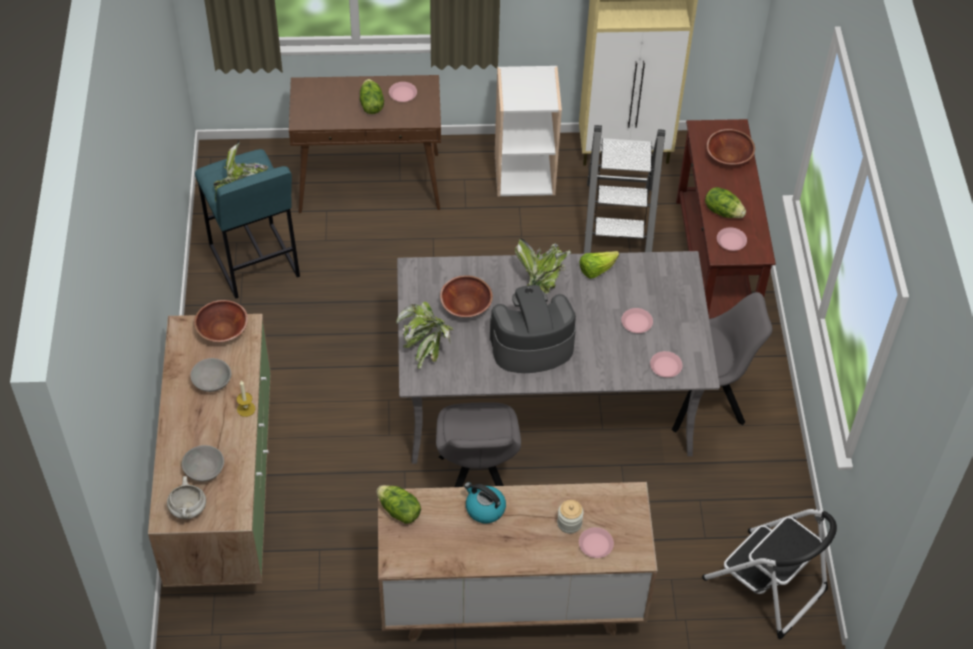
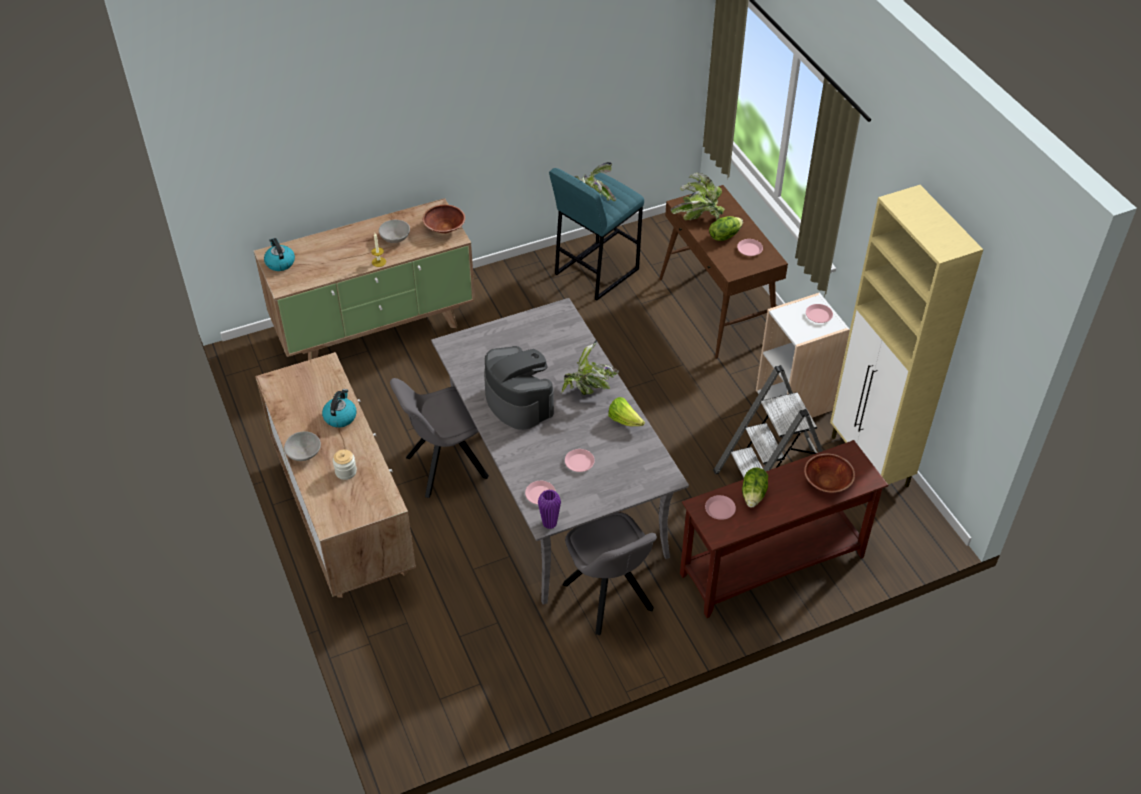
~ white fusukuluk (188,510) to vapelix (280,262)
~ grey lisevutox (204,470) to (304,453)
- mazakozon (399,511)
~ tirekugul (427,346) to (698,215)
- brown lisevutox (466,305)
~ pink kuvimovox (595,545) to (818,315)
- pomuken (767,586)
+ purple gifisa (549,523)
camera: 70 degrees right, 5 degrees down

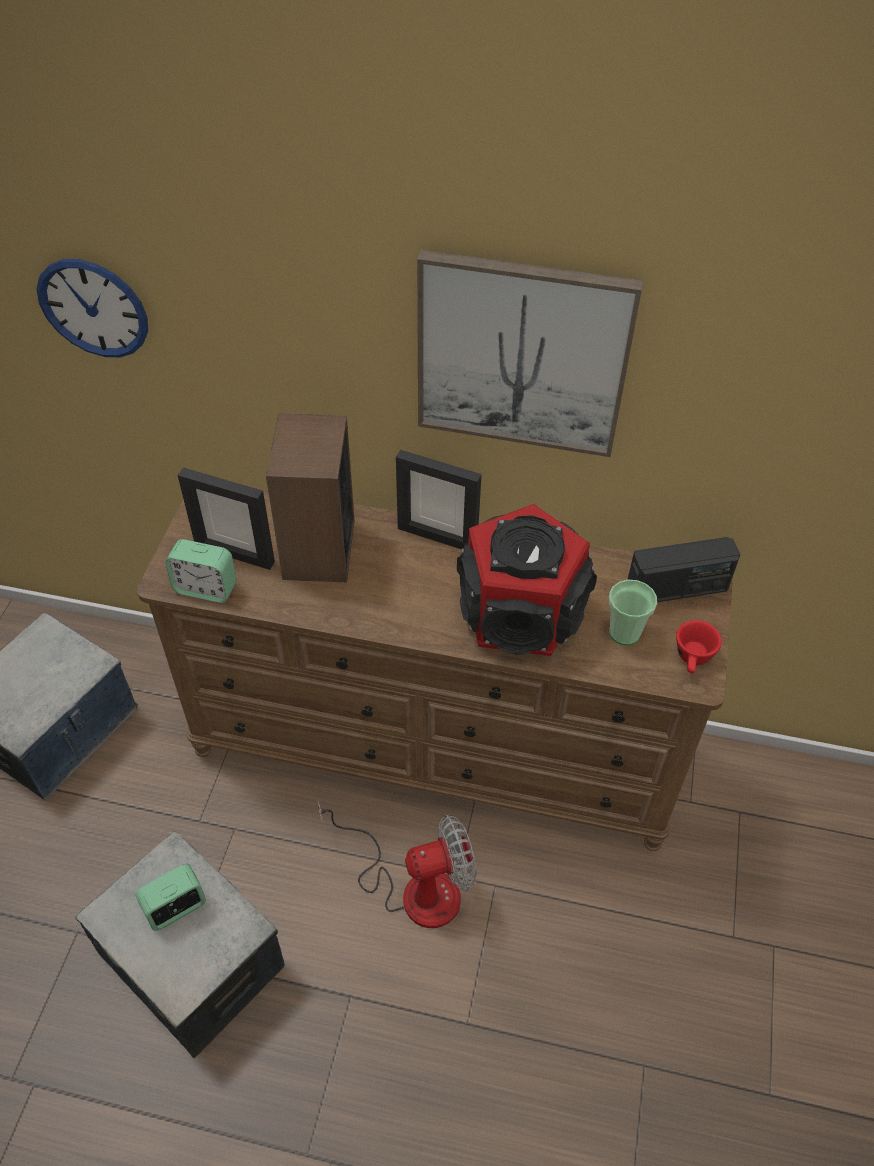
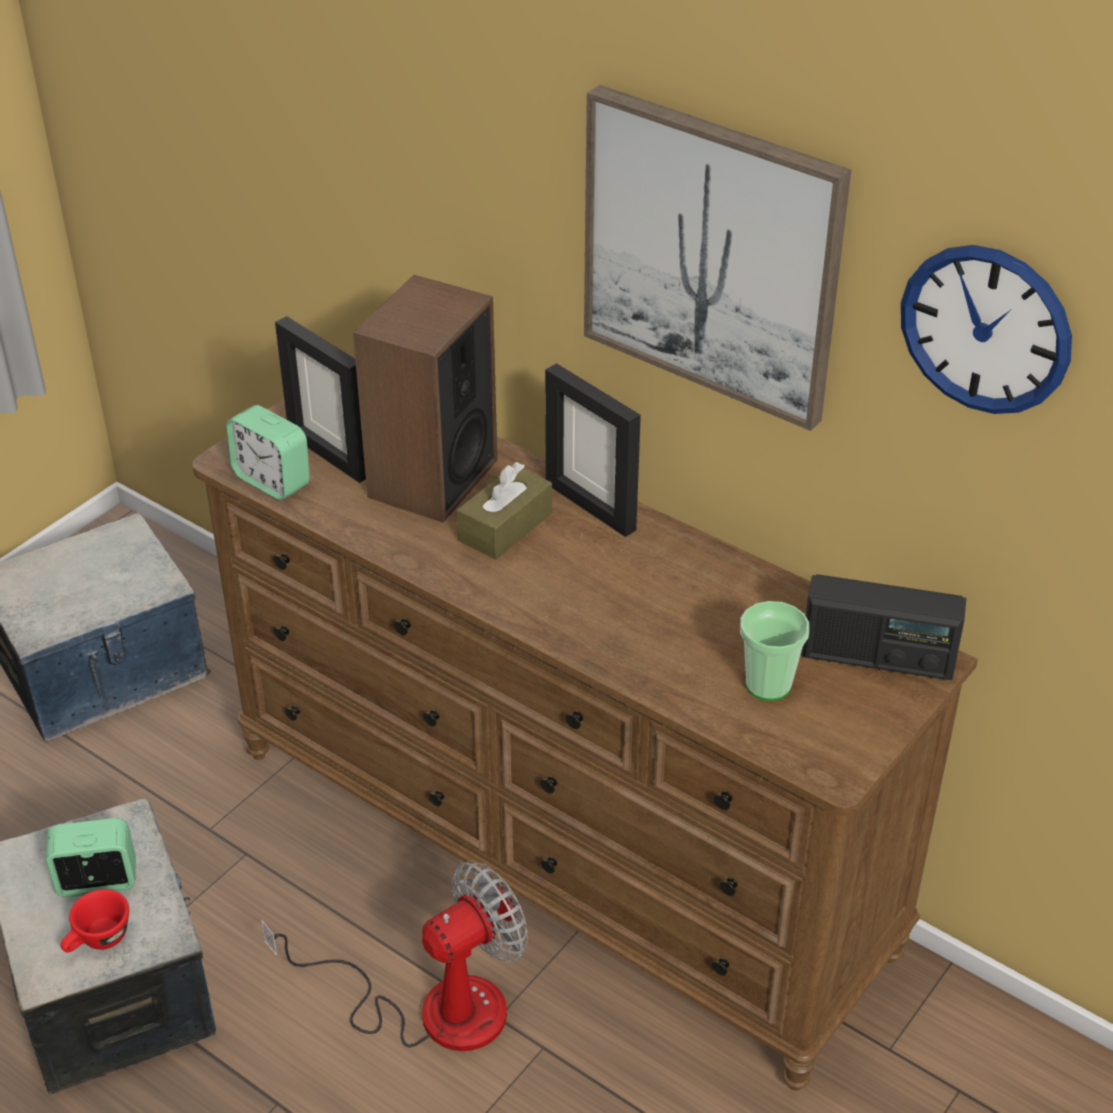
~ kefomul (93,308) to (985,329)
~ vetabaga (413,887) = (432,1007) 45 degrees counterclockwise
- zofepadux (521,613)
~ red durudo (693,659) to (98,941)
+ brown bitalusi (505,527)
camera: 25 degrees right, 10 degrees down

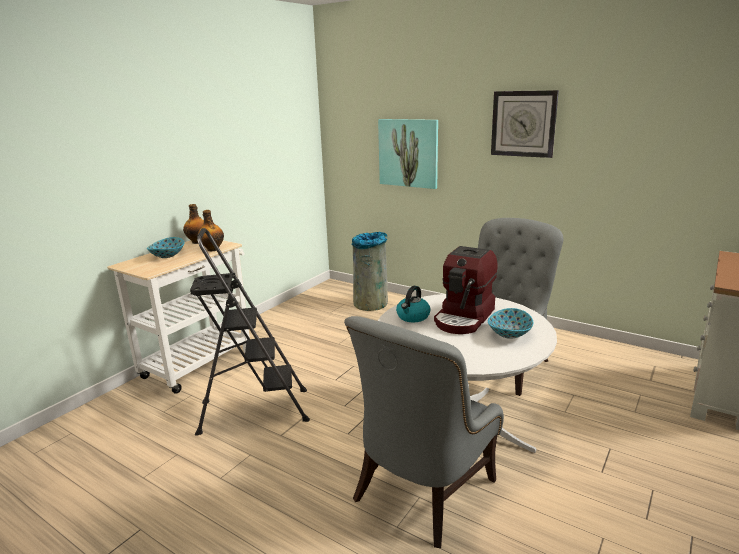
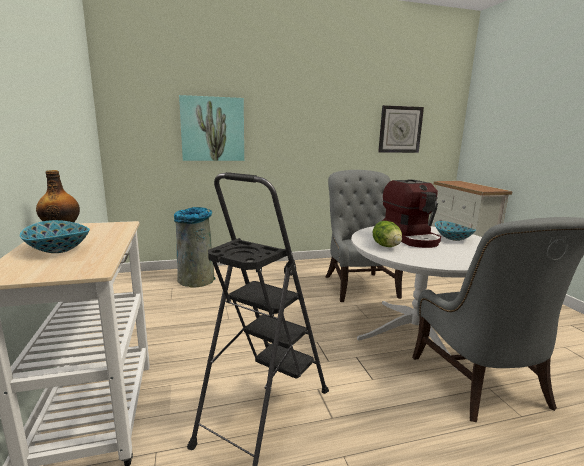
- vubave (212,249)
~ vapelix (413,317) to mazakozon (386,246)
~ kefomul (523,123) to (400,129)
camera: 50 degrees left, 5 degrees down

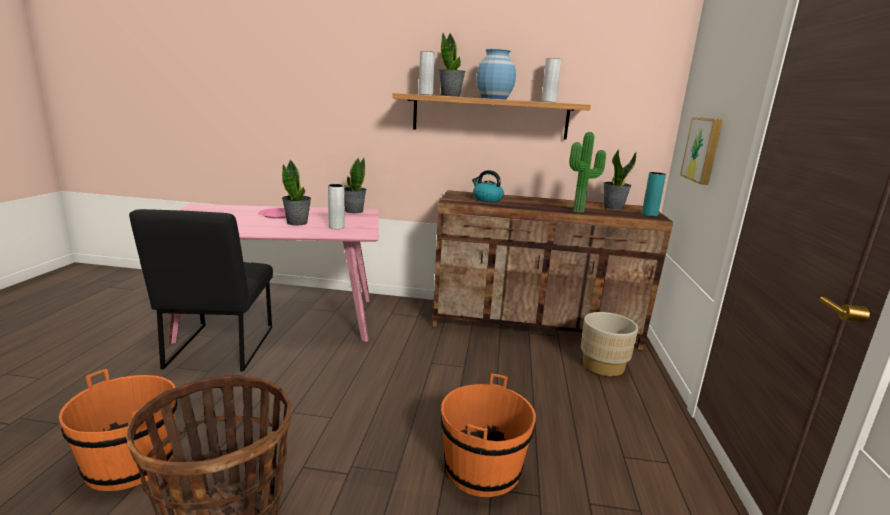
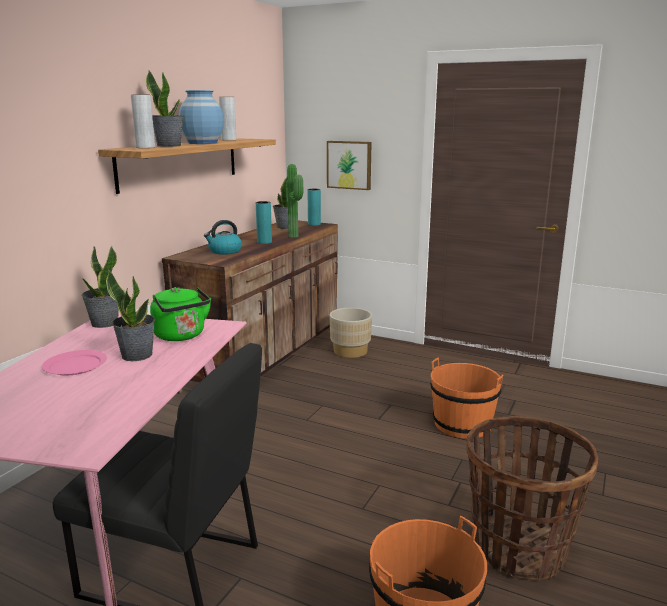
~ grey gifisa (336,227) to green vapelix (181,336)
+ turquoise gifisa (264,242)
camera: 70 degrees left, 0 degrees up

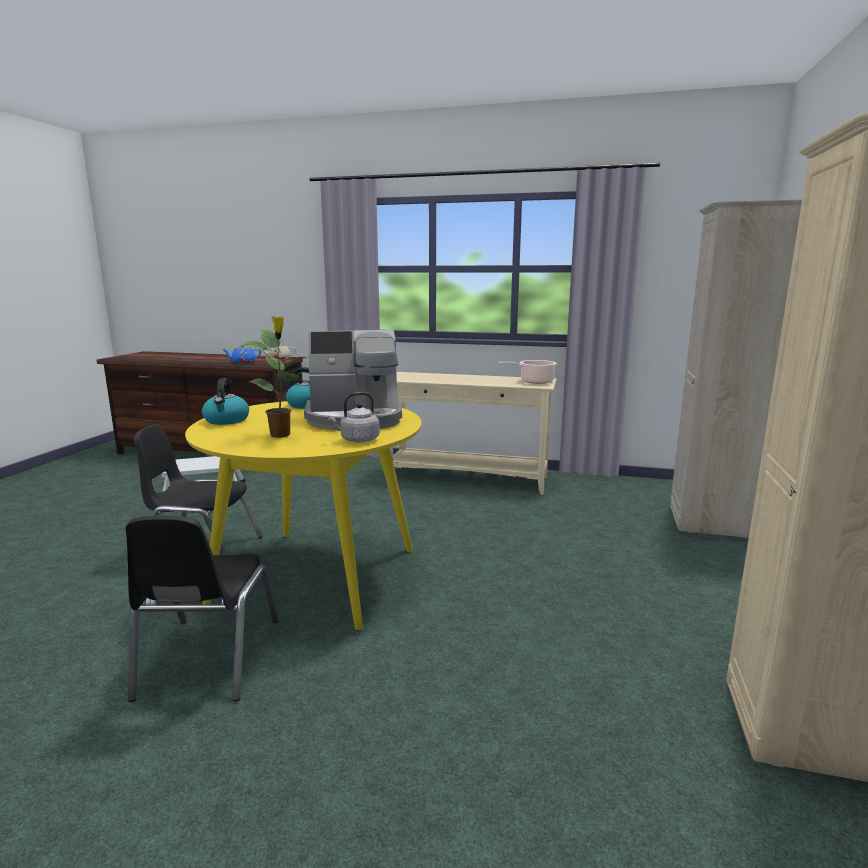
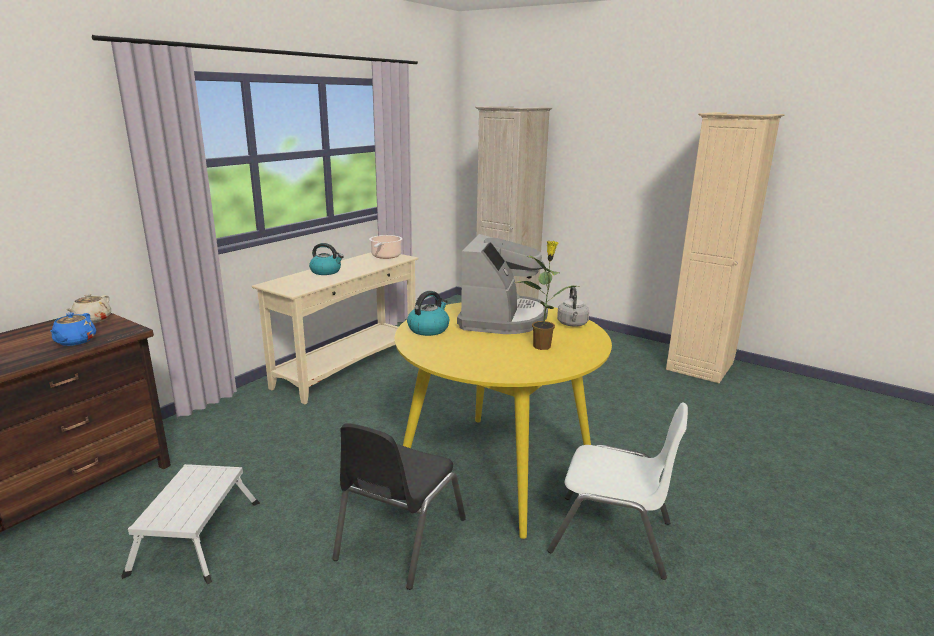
~ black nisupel (208,658) to white nisupel (611,537)
~ vapelix (226,420) to (326,271)
camera: 70 degrees left, 5 degrees up

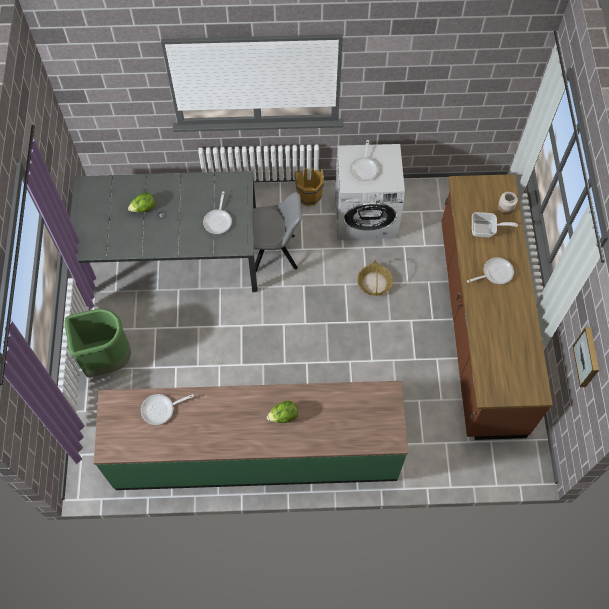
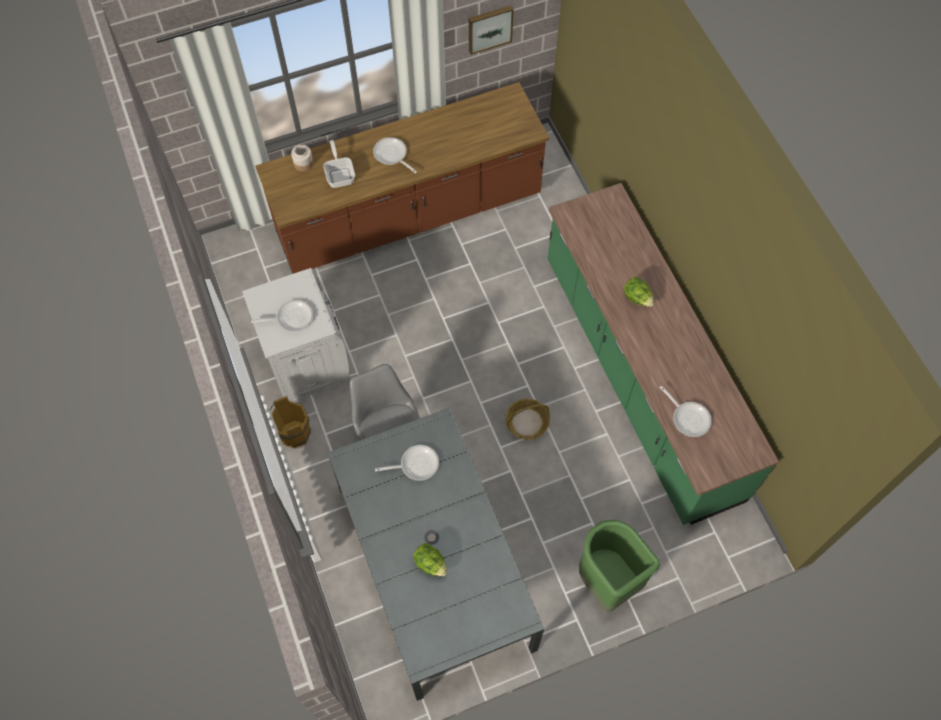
~ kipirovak (374,283) to (527,422)
camera: 110 degrees left, 0 degrees up

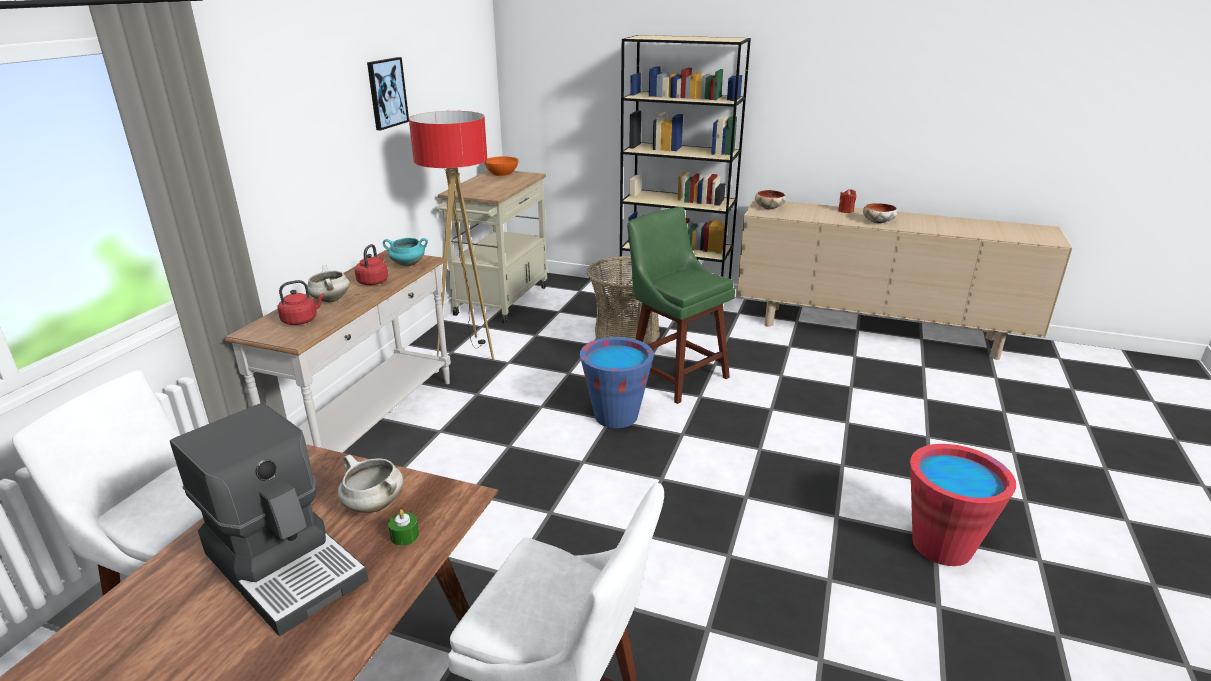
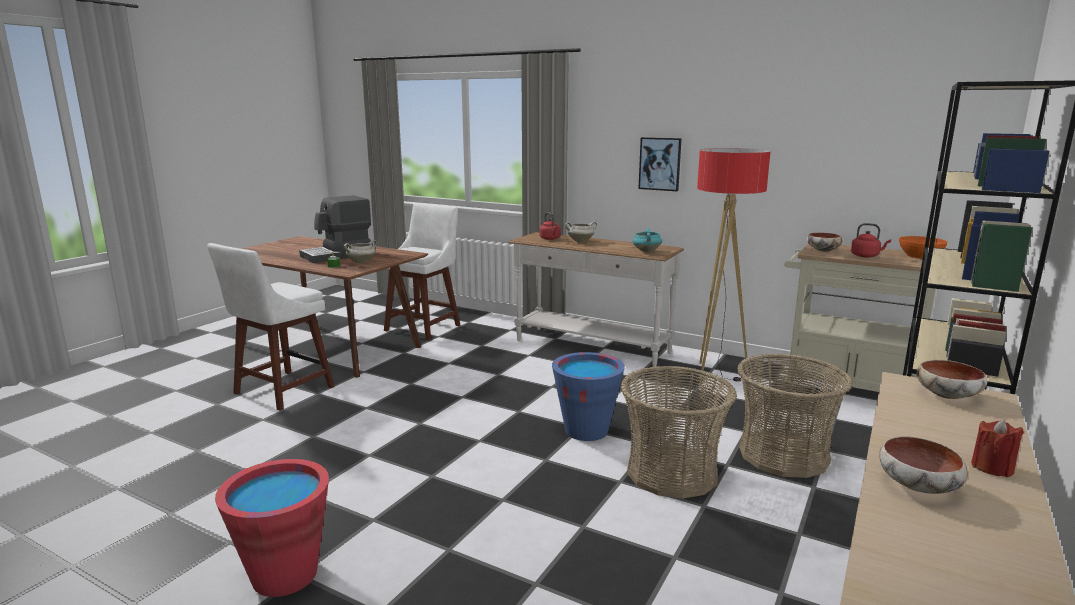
~ red vapelix (373,281) to (866,256)
~ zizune (386,93) to (660,164)
~ green nisupel (675,375) to kipirovak (672,472)
+ lisevutox (823,250)
camera: 100 degrees right, 10 degrees down

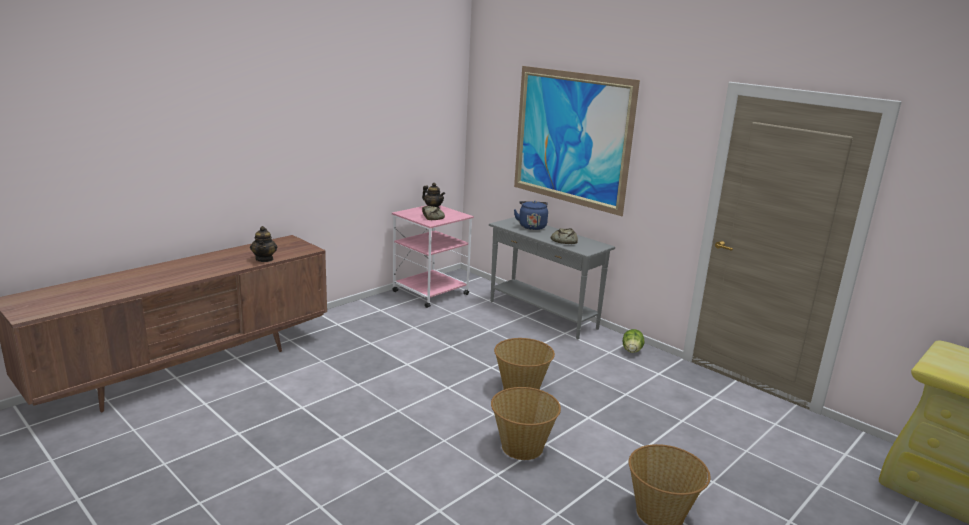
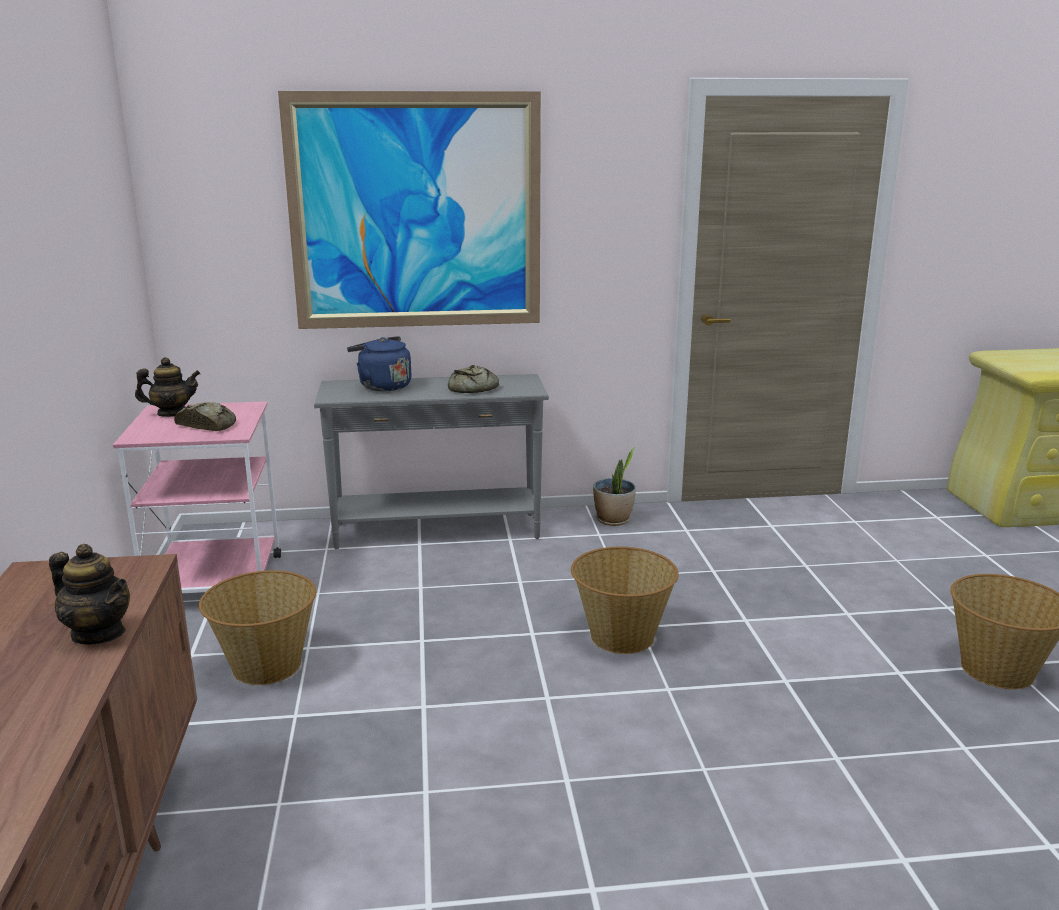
~ kipirovak (522,446) to (266,665)
~ mazakozon (632,351) to tirekugul (613,520)
camera: 50 degrees left, 0 degrees up

